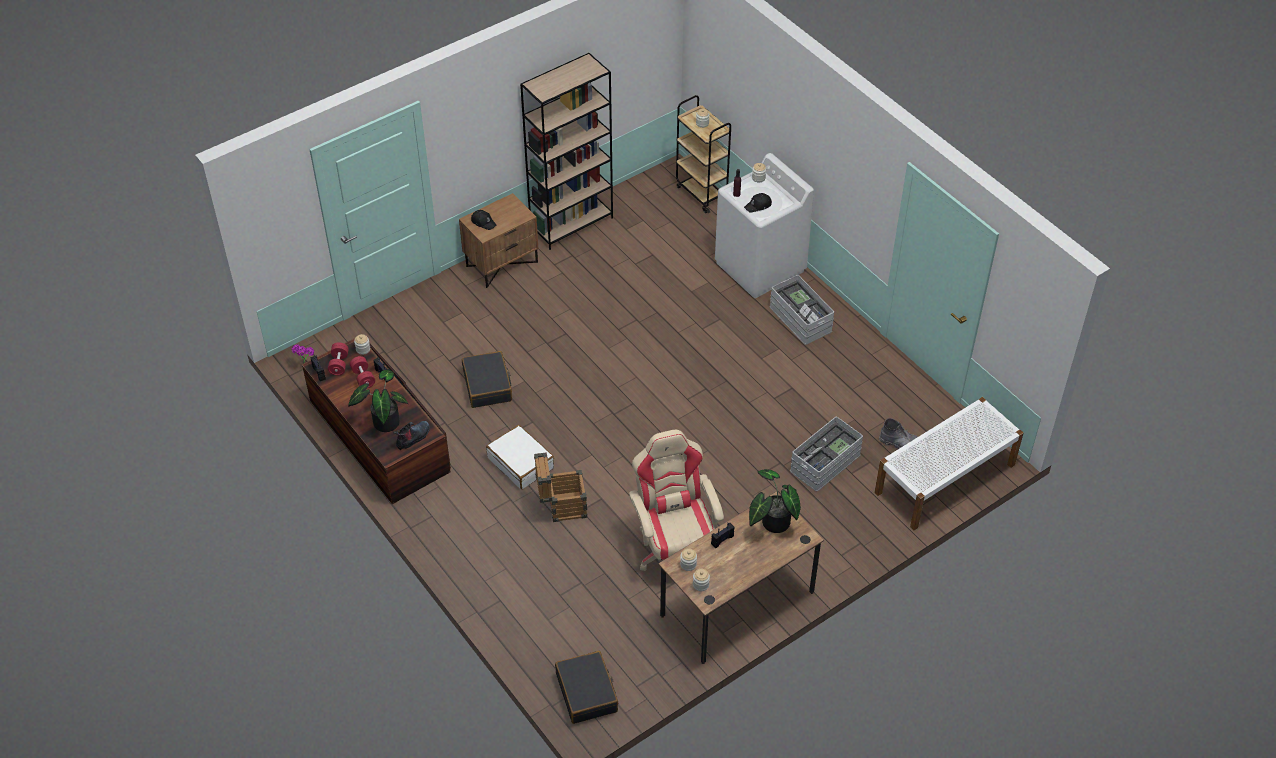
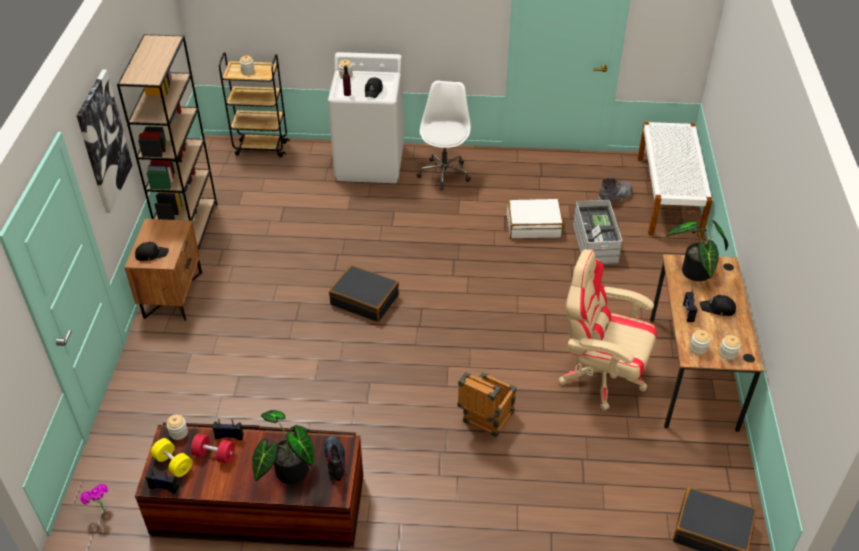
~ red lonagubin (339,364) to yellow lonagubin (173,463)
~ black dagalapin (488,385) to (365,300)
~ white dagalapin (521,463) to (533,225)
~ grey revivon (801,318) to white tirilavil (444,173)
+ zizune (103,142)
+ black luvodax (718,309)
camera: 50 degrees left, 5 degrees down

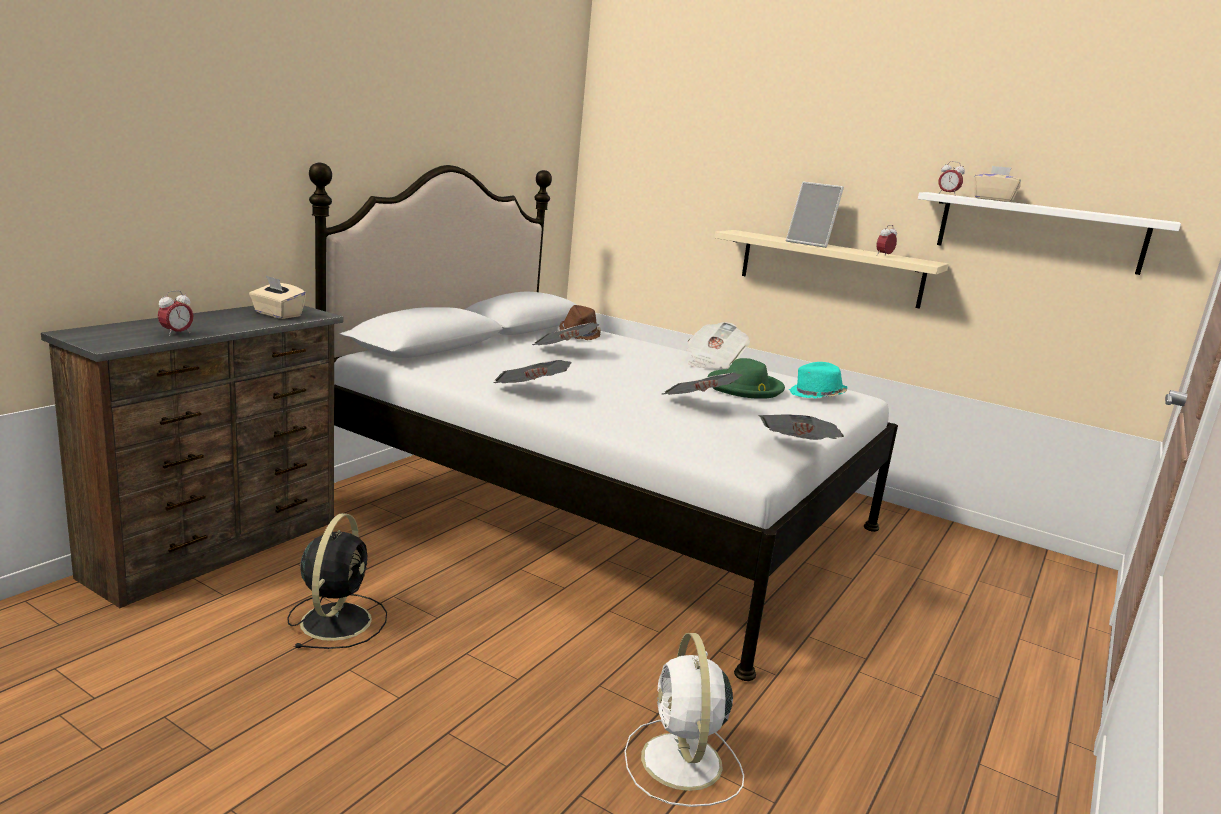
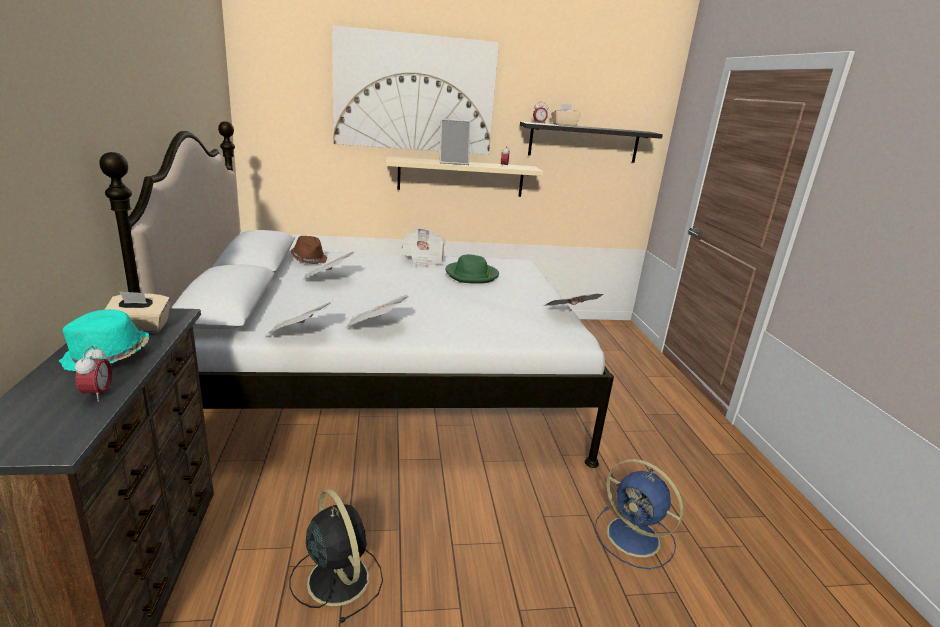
~ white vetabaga (682,764) to blue vetabaga (635,538)
~ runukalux (698,404) to (299,334)
~ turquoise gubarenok (817,395) to (107,357)
~ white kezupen (1039,232) to black kezupen (584,143)
+ zizune (414,93)
camera: 40 degrees left, 5 degrees up

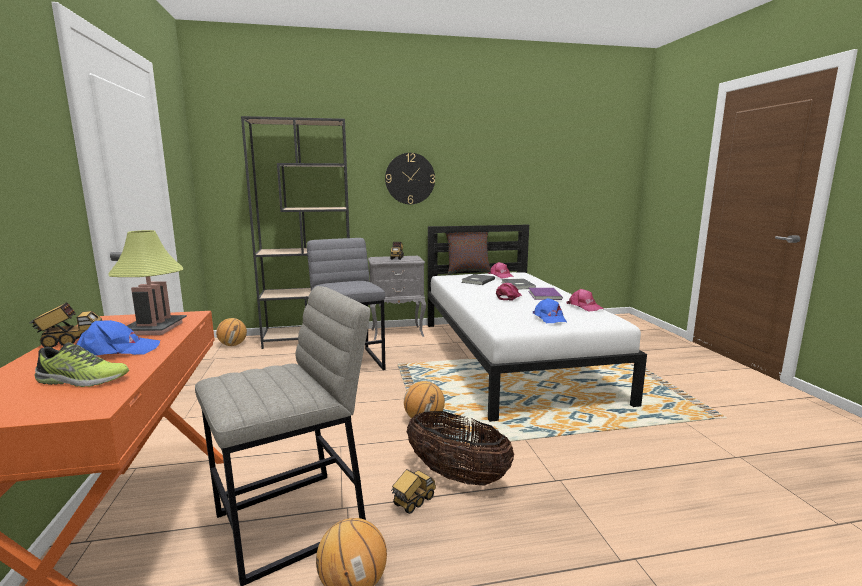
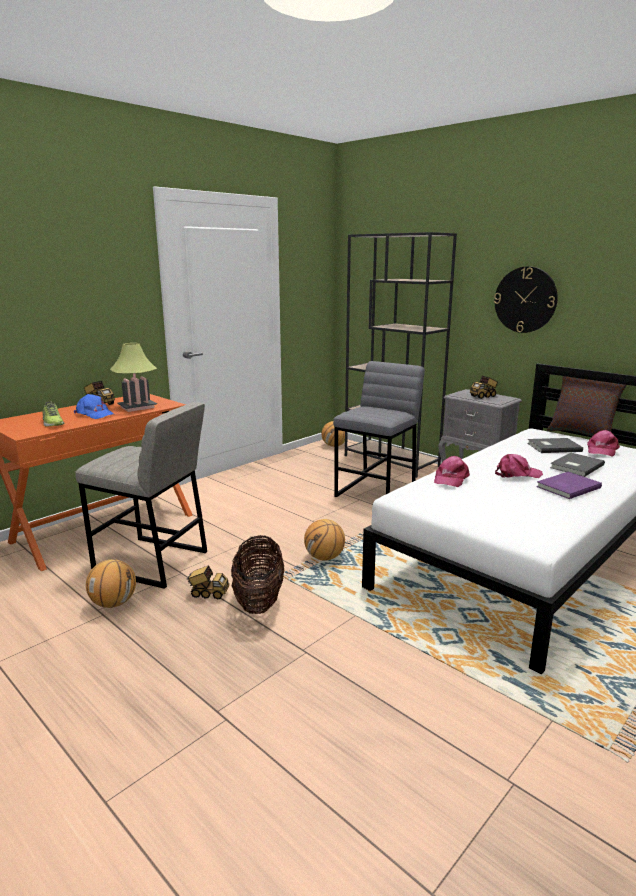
- blue luvodax (549,318)
~ pink luvodax (584,307) to (450,478)
camera: 55 degrees right, 5 degrees up

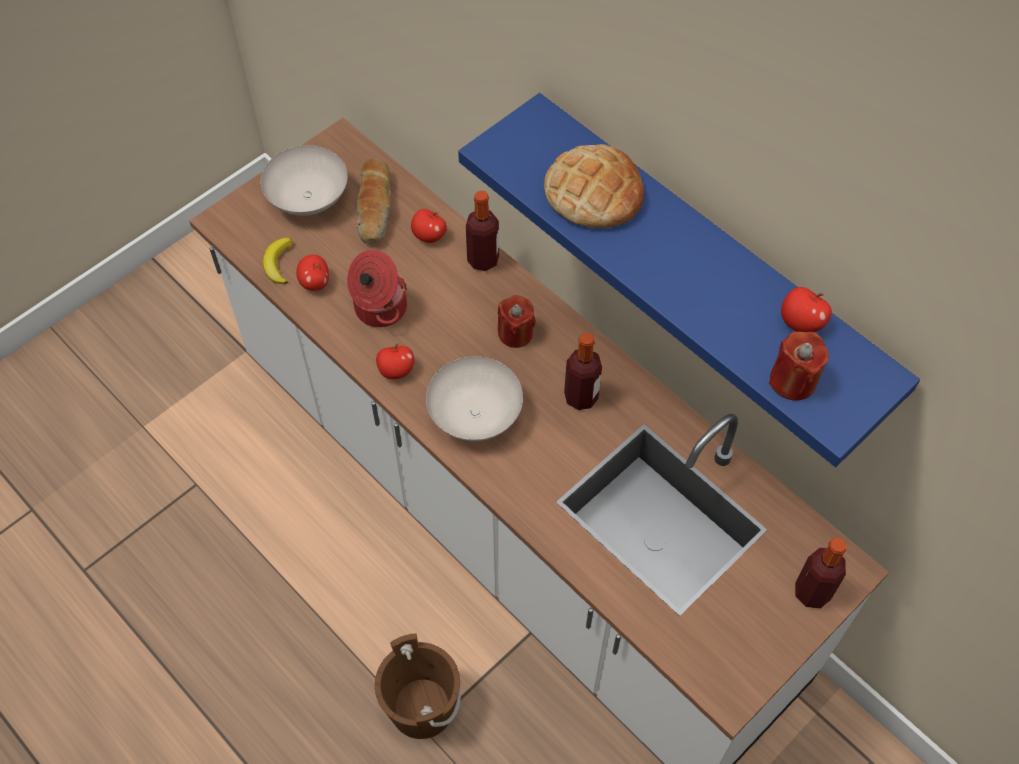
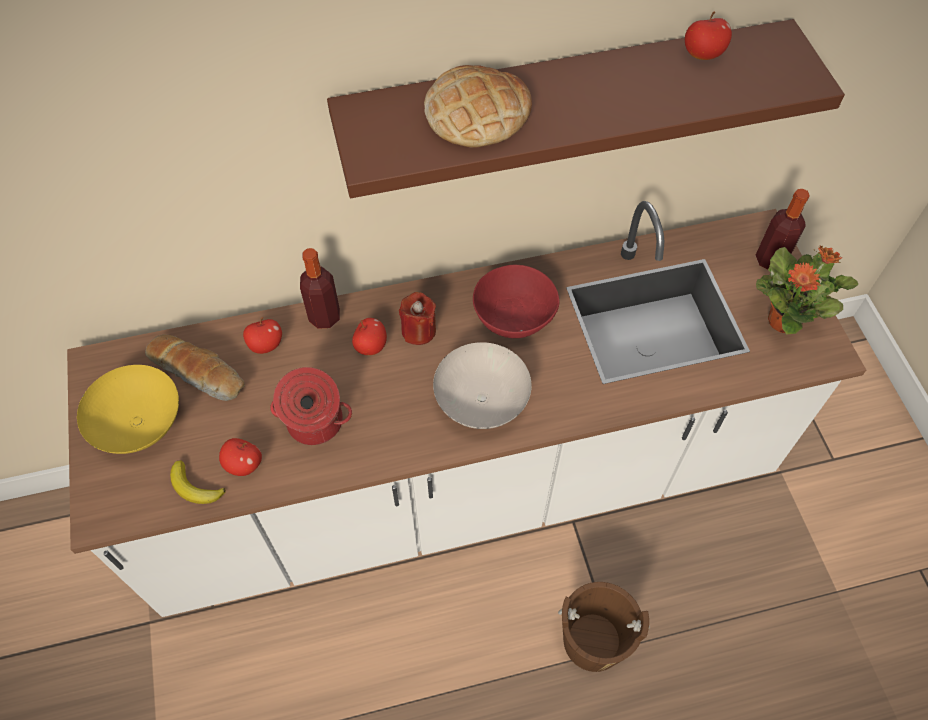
~ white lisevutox (307,199) to yellow lisevutox (138,426)
~ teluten (396,371) to (371,346)
~ blue kezupen (708,255) to brown kezupen (563,95)
~ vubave (581,397) to red lisevutox (513,316)
- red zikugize (793,381)
+ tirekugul (784,320)
camera: 60 degrees left, 0 degrees up

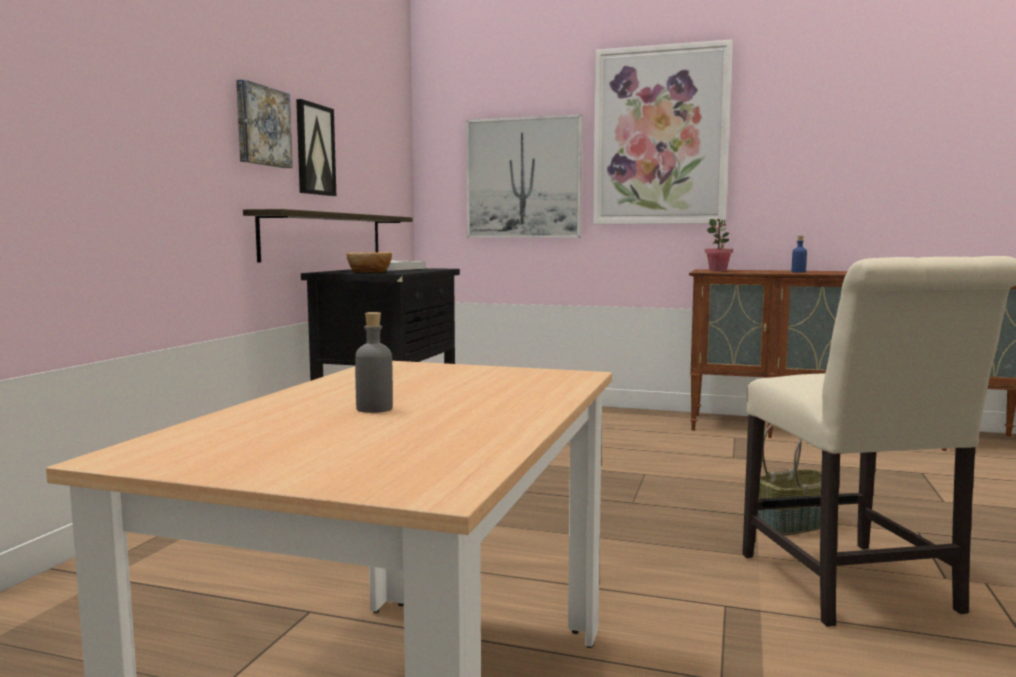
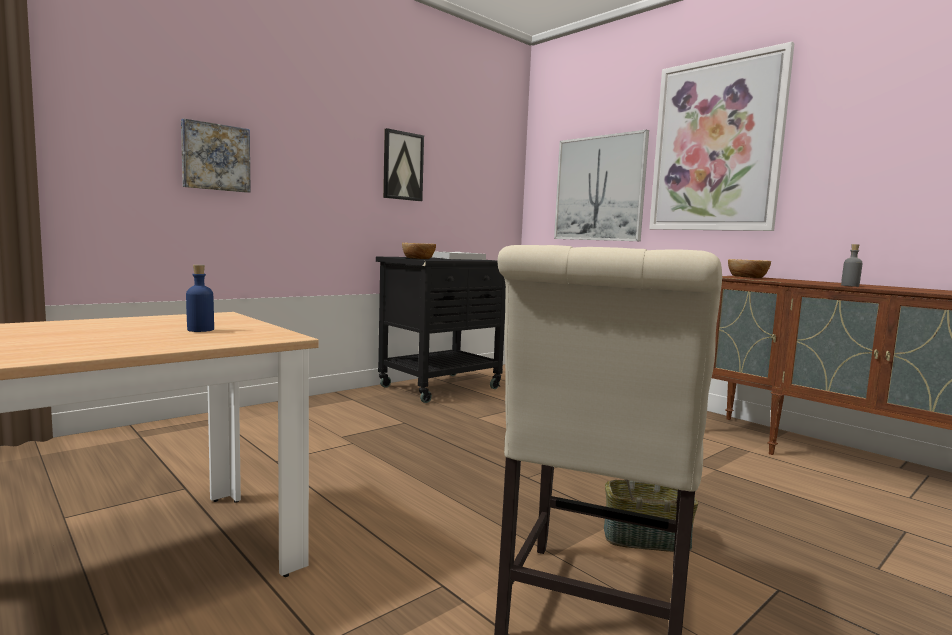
~ zizune (261,126) to (215,157)
- kezupen (324,236)
~ grey vubave (374,409) to (850,286)
~ tirekugul (718,270) to lisevutox (748,277)
~ blue vubave (798,272) to (200,330)
camera: 30 degrees right, 0 degrees up

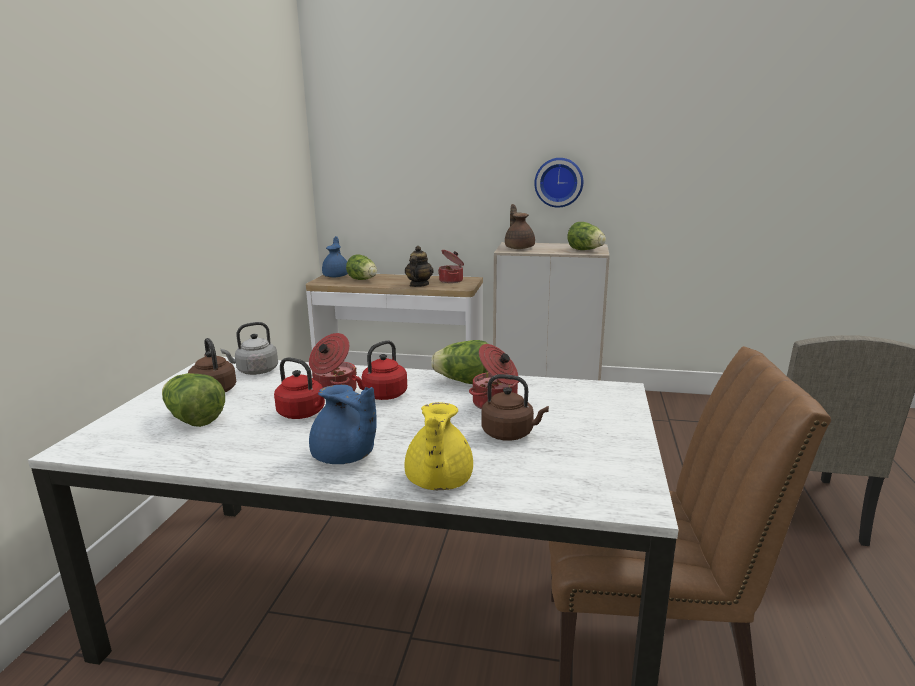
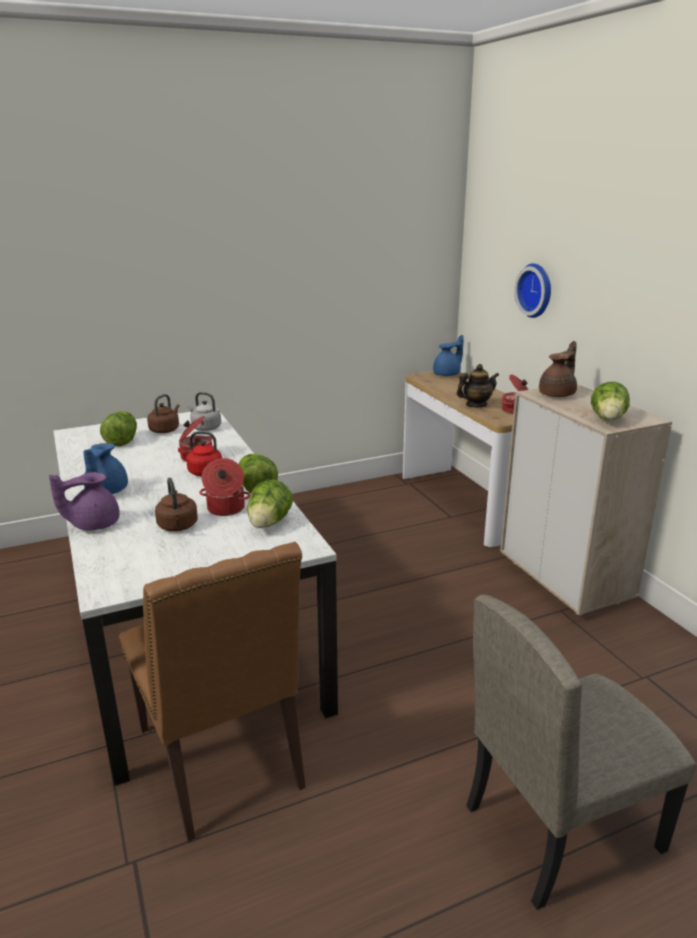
- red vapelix (303,414)
~ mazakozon (363,280) to (269,524)
~ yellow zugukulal (437,481) to purple zugukulal (93,524)
~ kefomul (558,182) to (536,290)
camera: 55 degrees right, 5 degrees up

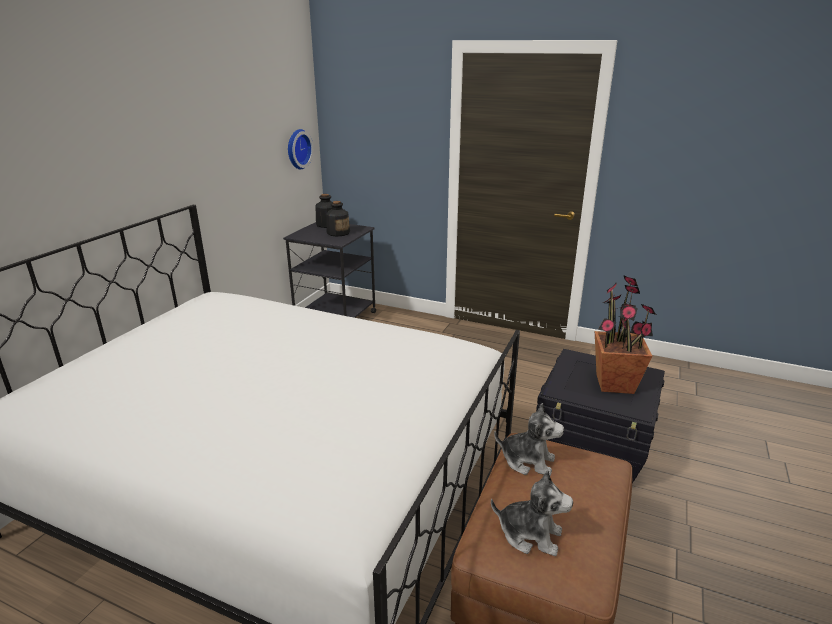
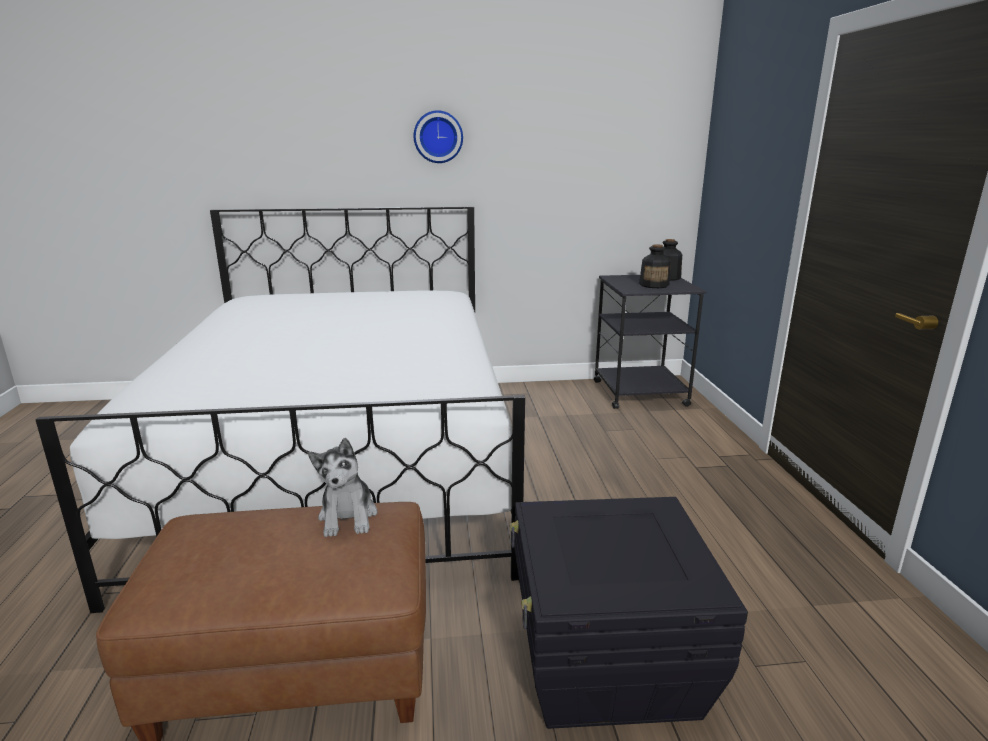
~ kefomul (297,149) to (438,137)
- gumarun (530,534)
- tirekugul (615,384)
camera: 60 degrees right, 5 degrees down

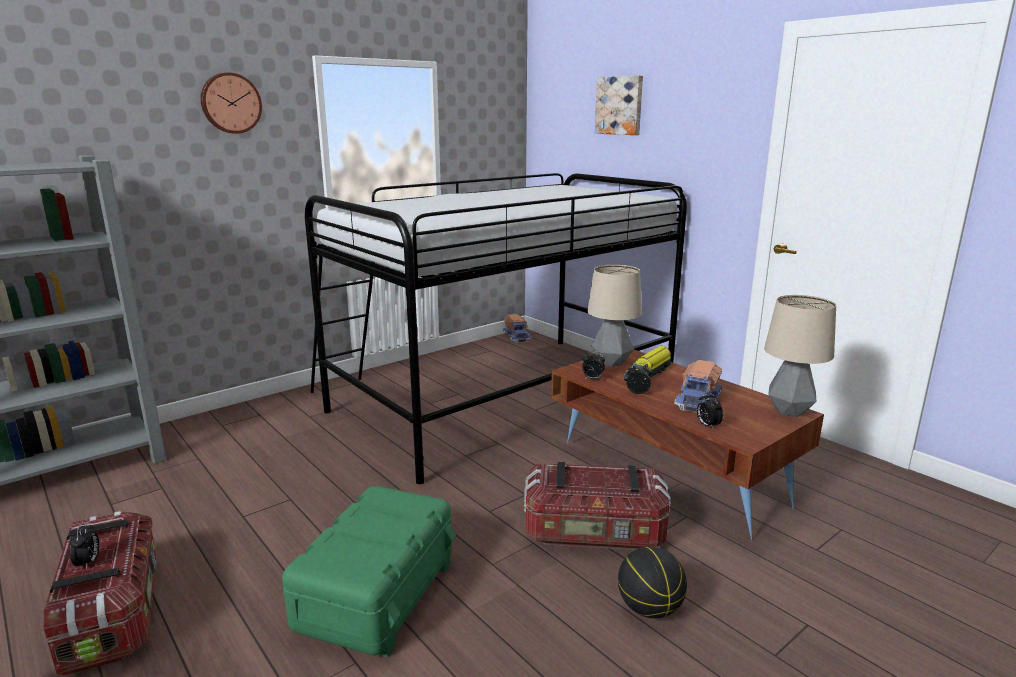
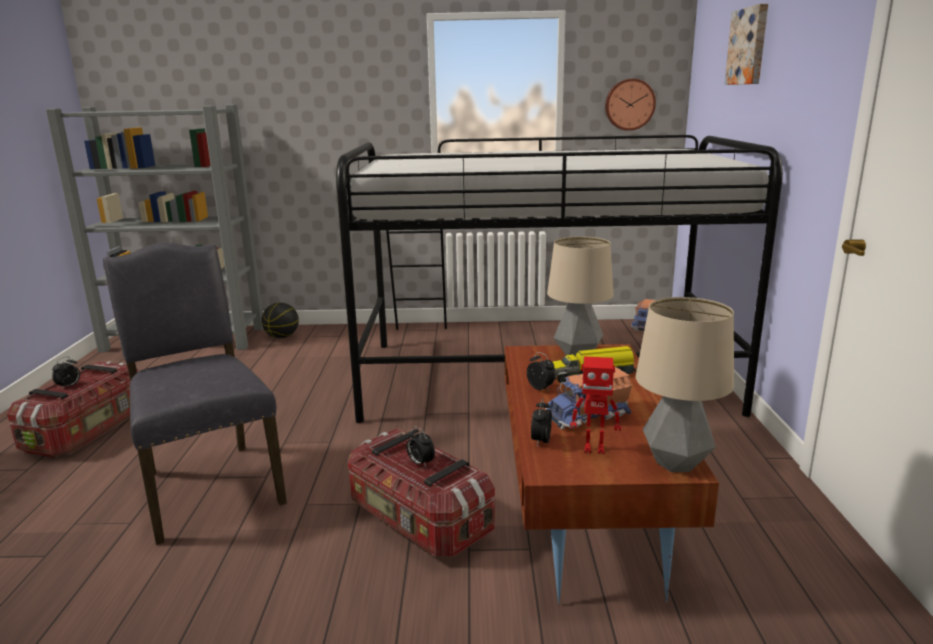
~ kefomul (230,103) to (629,104)
~ green revivon (376,593) to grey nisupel (209,486)
~ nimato (592,379) to (420,463)
~ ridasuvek (650,608) to (282,337)
+ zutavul (594,448)
camera: 40 degrees right, 0 degrees up

